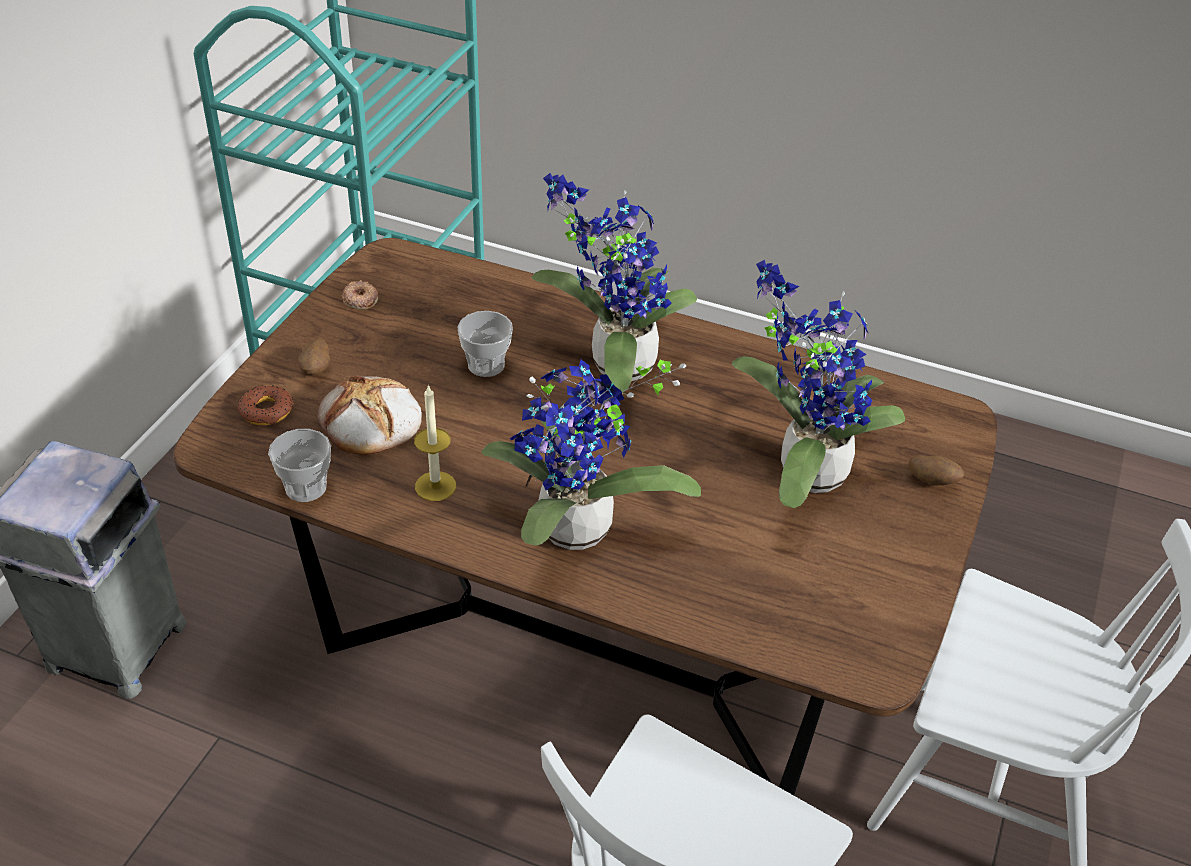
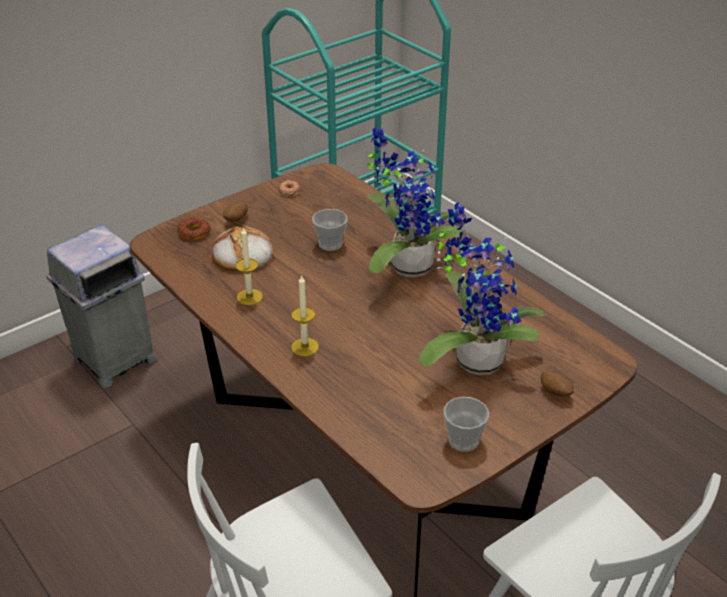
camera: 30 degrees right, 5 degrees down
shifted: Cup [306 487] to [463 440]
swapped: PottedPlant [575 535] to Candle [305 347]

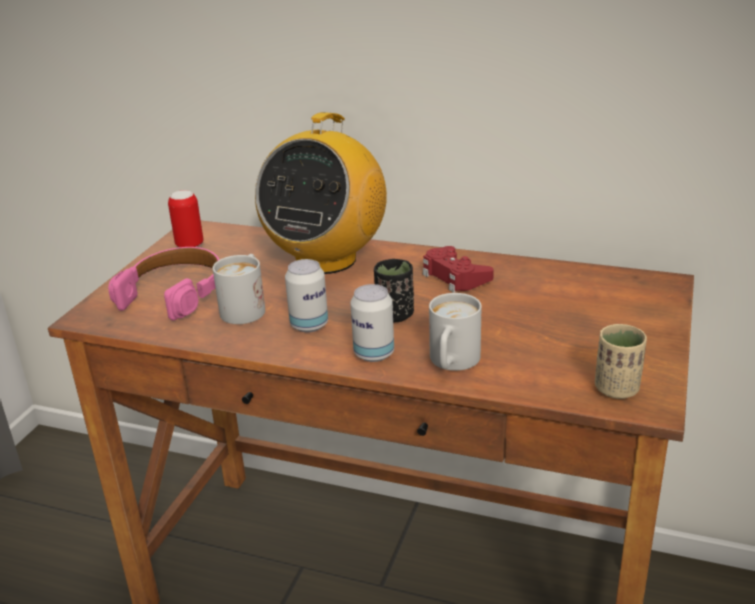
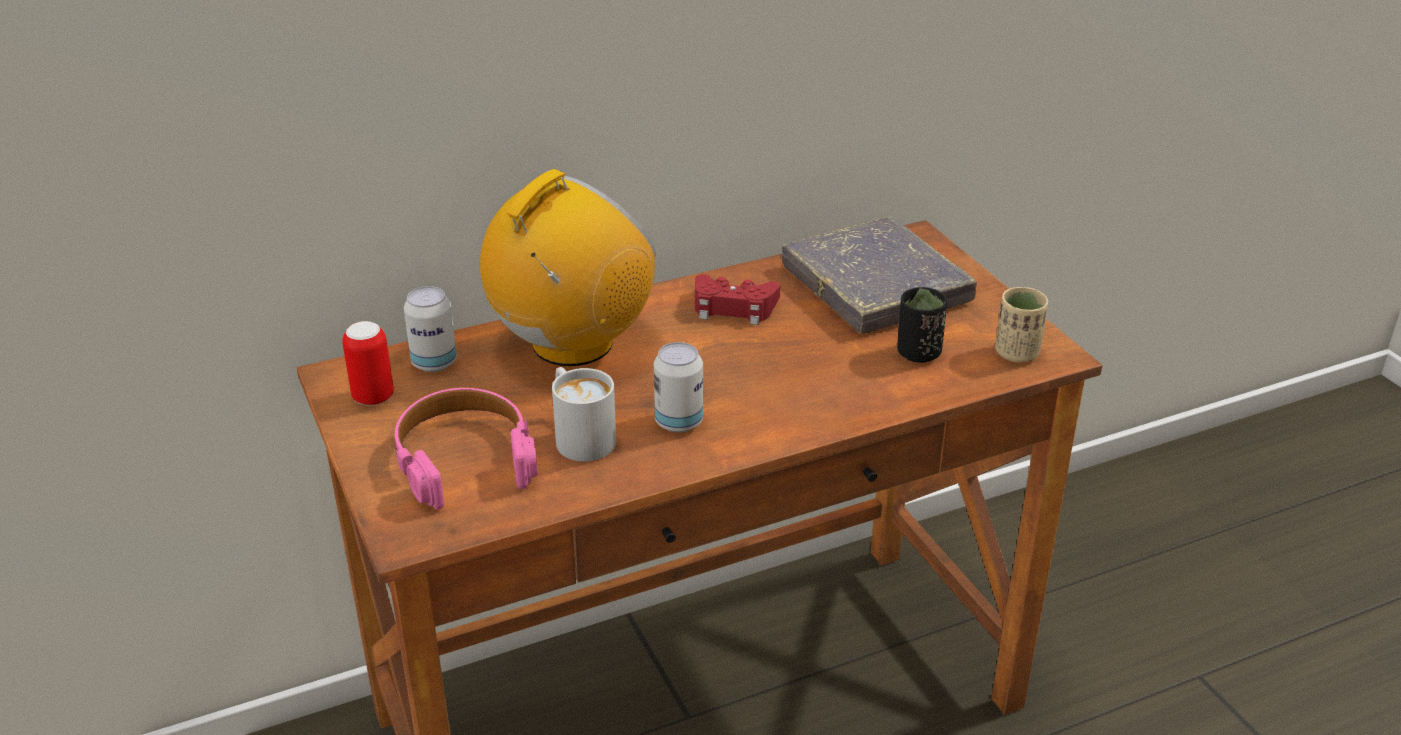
camera: 45 degrees left, 5 degrees up
gone: WhiteMug [452 363]
new: GreyBook [875 285]
shifted: Can [374 354] to [434 363]; BlackCup [395 315] to [918 353]
rotated: Radio [326 259] = [571 344] 120 degrees counterclockwise

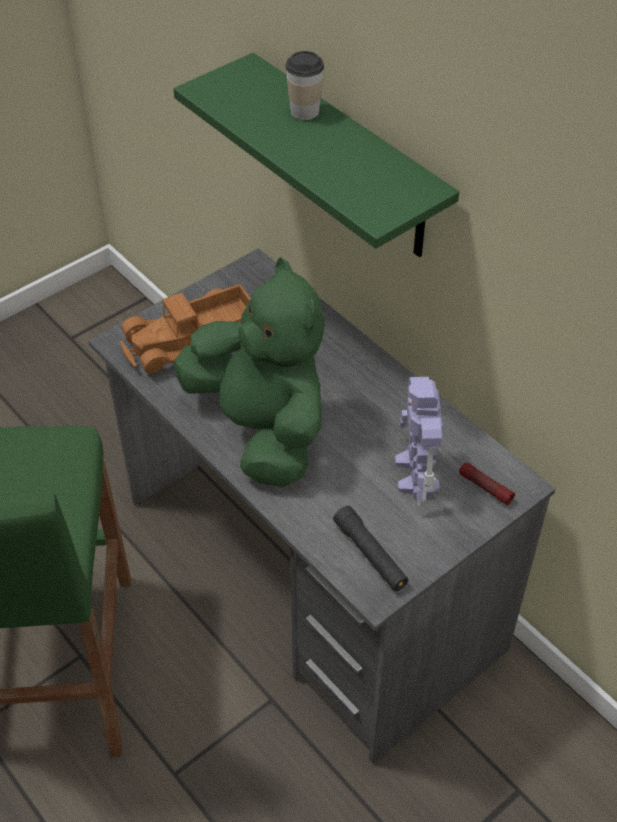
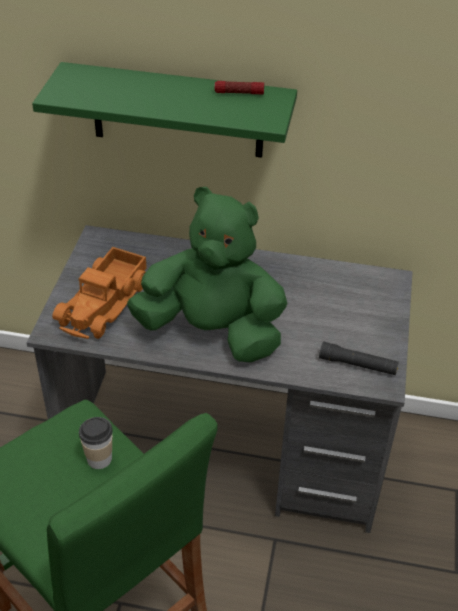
camera: 40 degrees left, 5 degrees down
gone: ToyRobot [417 475]
shifted: Cup [304 111] to [99 459]; Flashlight [485 488] to [239 93]

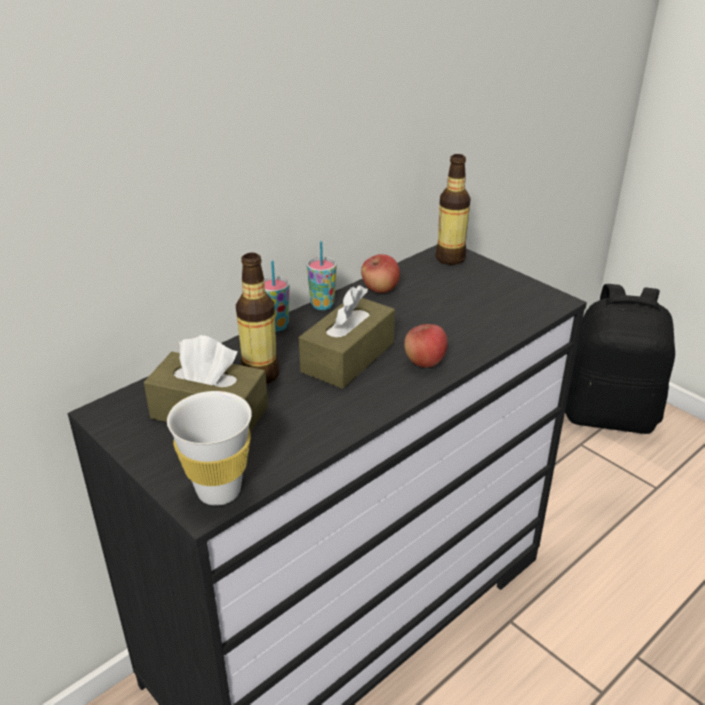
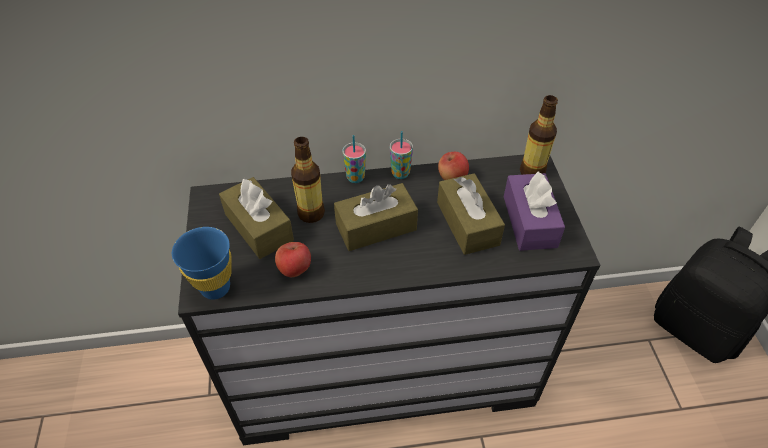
camera: 35 degrees right, 15 degrees up
new: BrownTissueBox [467 223]; PurpleTissueBox [529 221]
shifted: Apple [425 362] to [295 269]
repainted: WhiteCup [219 491] to BlueCup [215 288]

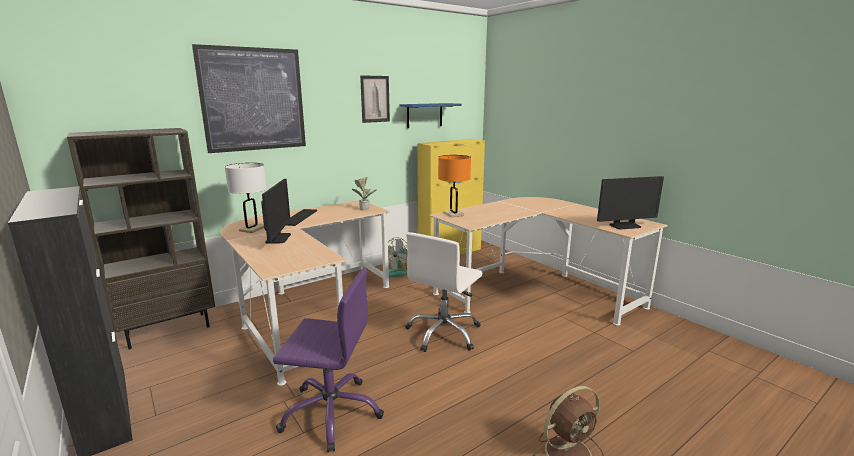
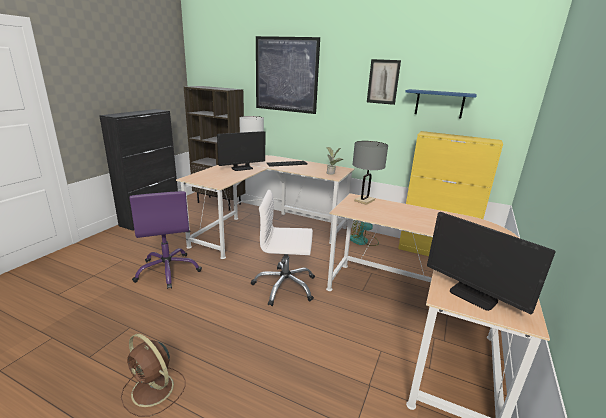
camera: 60 degrees right, 5 degrees up
repainted: OrangeTableLamp [453 214] to GreyTableLamp [364 200]

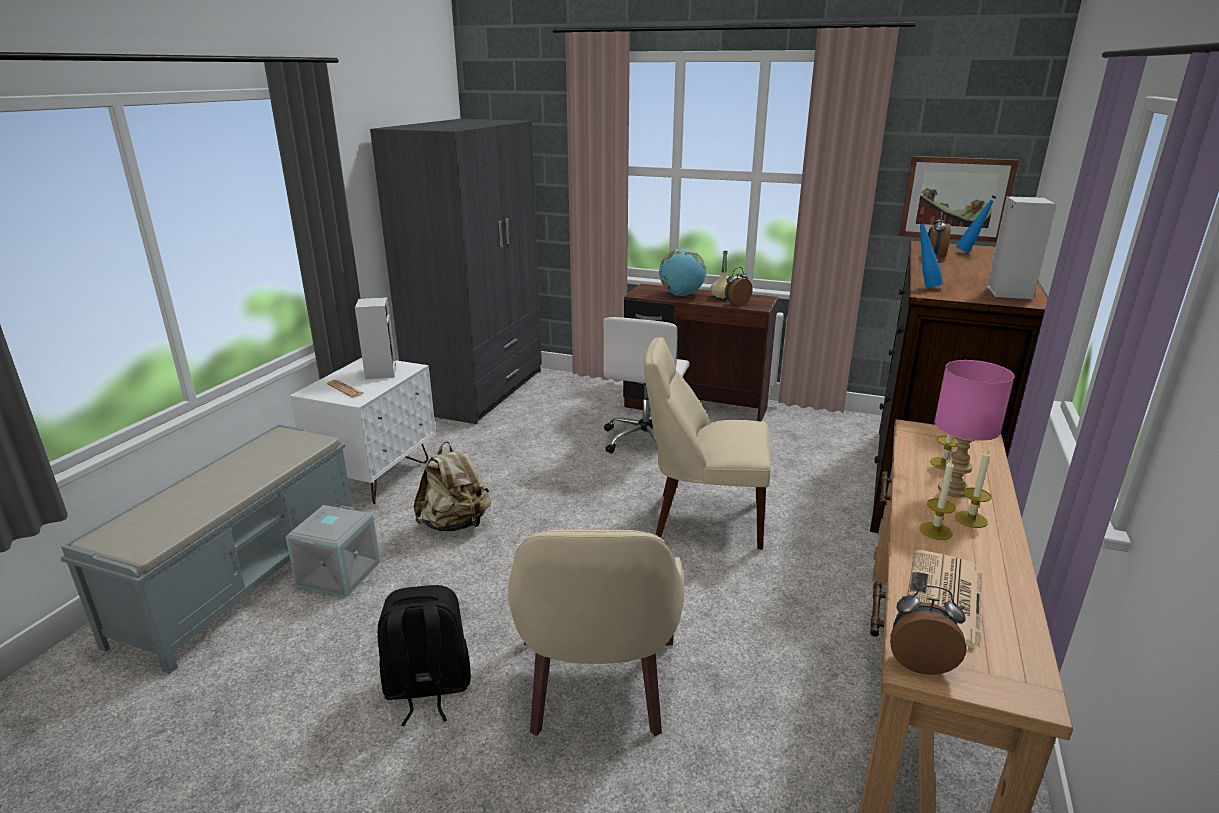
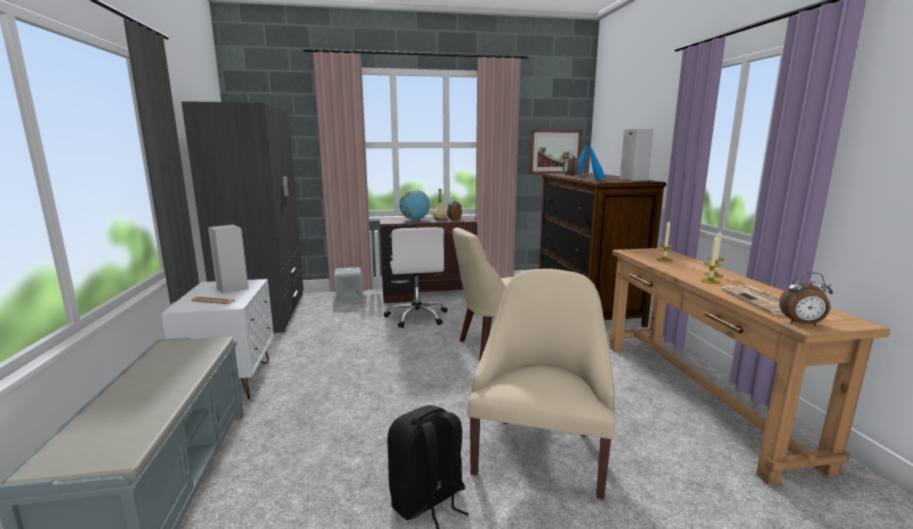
camera: 30 degrees left, 10 degrees down
gone: BeigeBackpack [455 524]; PinkTableLamp [951 490]
shifted: GreyStorageBox [340 574] to [350 296]
rotated: BeigeArmchair [596 686] = [540 452] 135 degrees counterclockwise; AlarmClock [920 661] = [802 324] 150 degrees counterclockwise

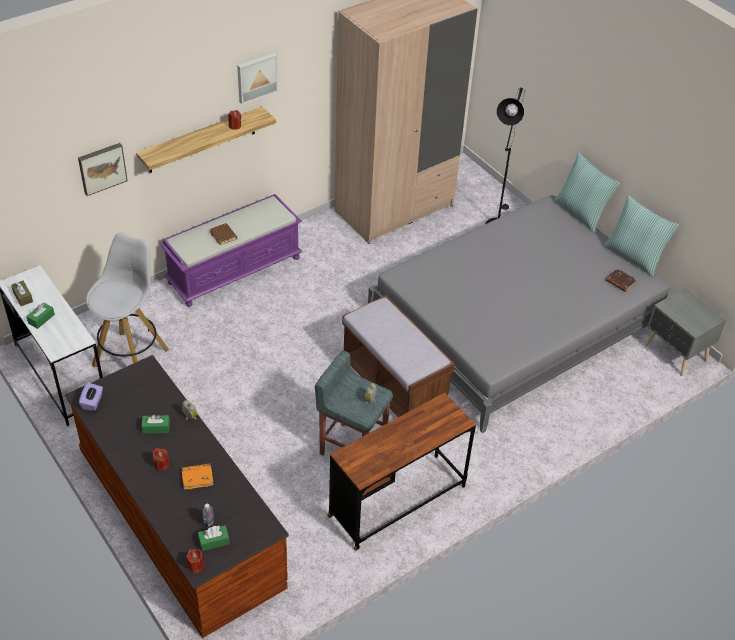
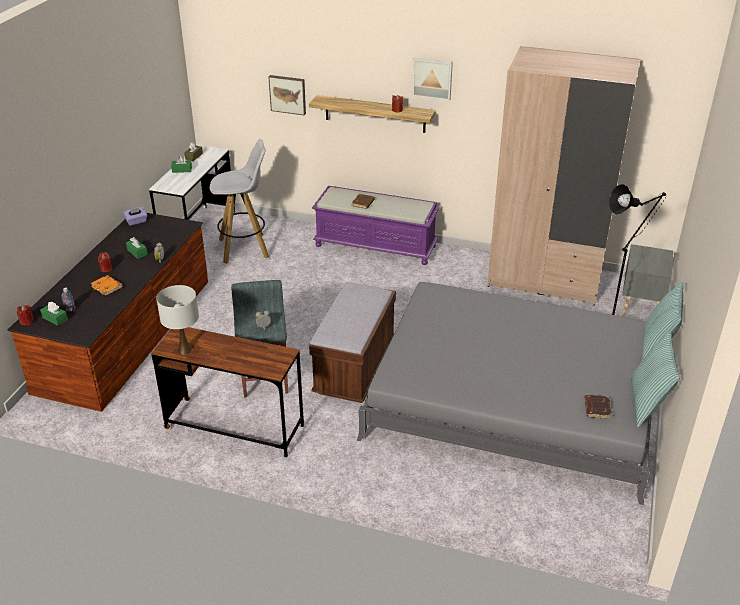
camera: 55 degrees right, 10 degrees down
new: WhiteTableLamp [184 350]
shifted: GreyNightstand [675 354] to [640 306]

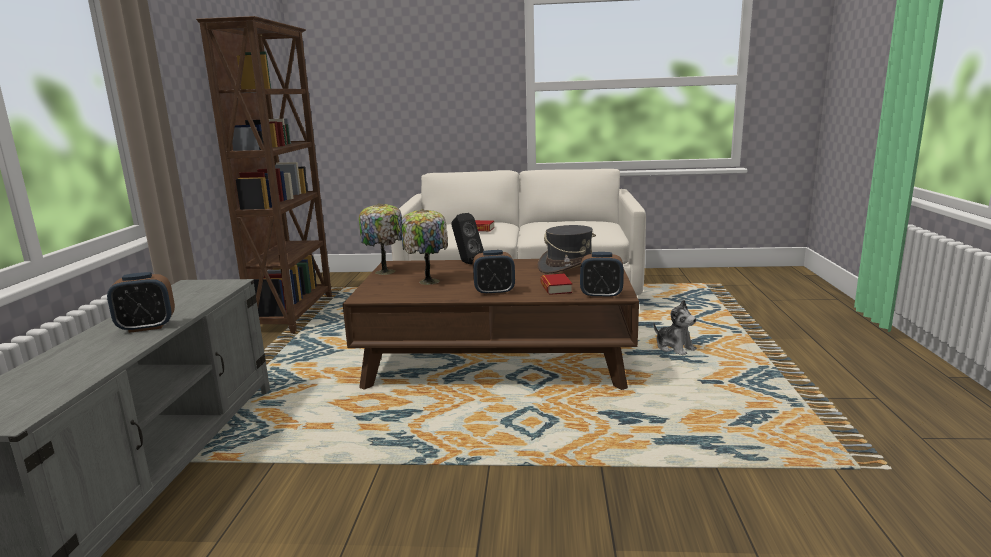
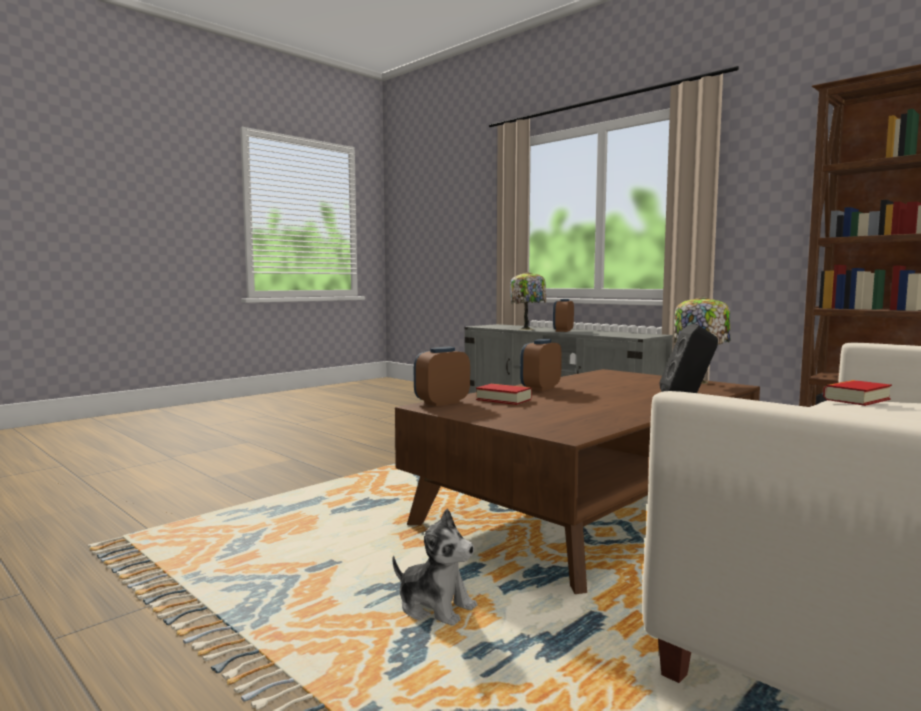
camera: 130 degrees right, 10 degrees down
gone: GreyHat [569 267]
shifted: TableLamp [427 281] to [527 329]
rotated: PlushToy [674 348] = [435 607] 150 degrees counterclockwise

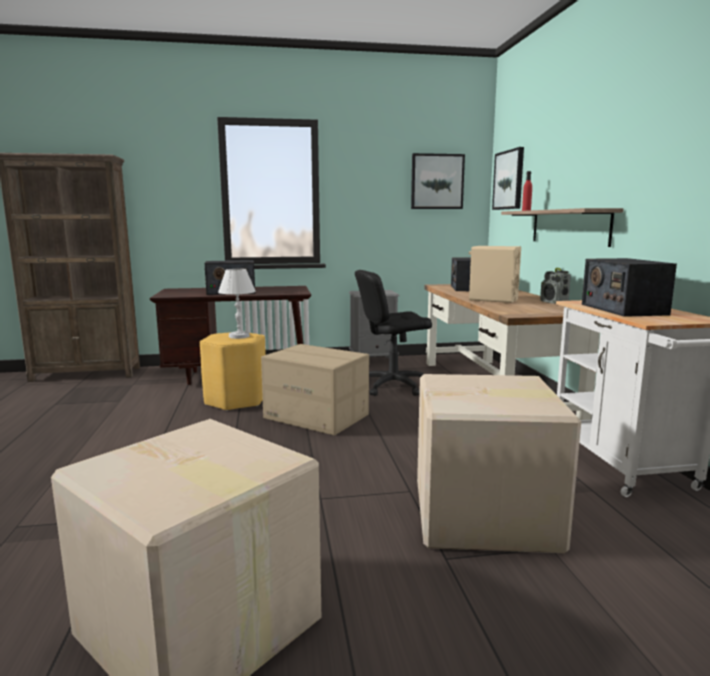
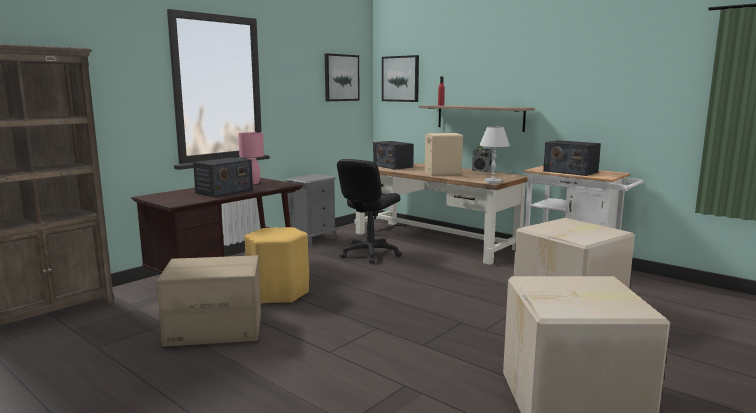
camera: 40 degrees left, 0 degrees up
new: PinkTableLamp [253 183]
shifted: WhiteTableLamp [239 336] to [493 182]; CardboardBox [317 416] to [215 329]

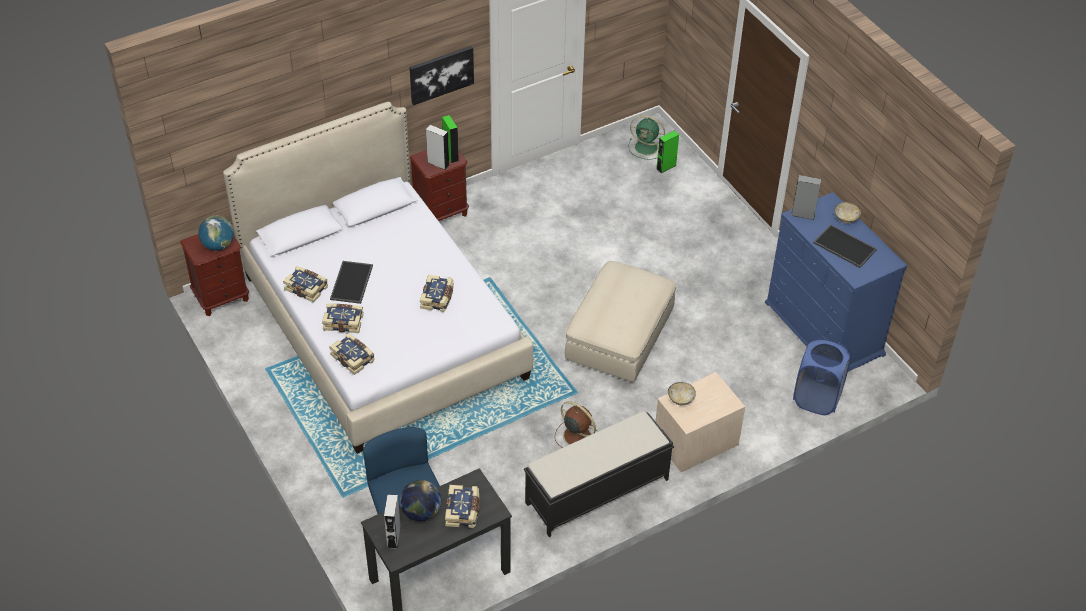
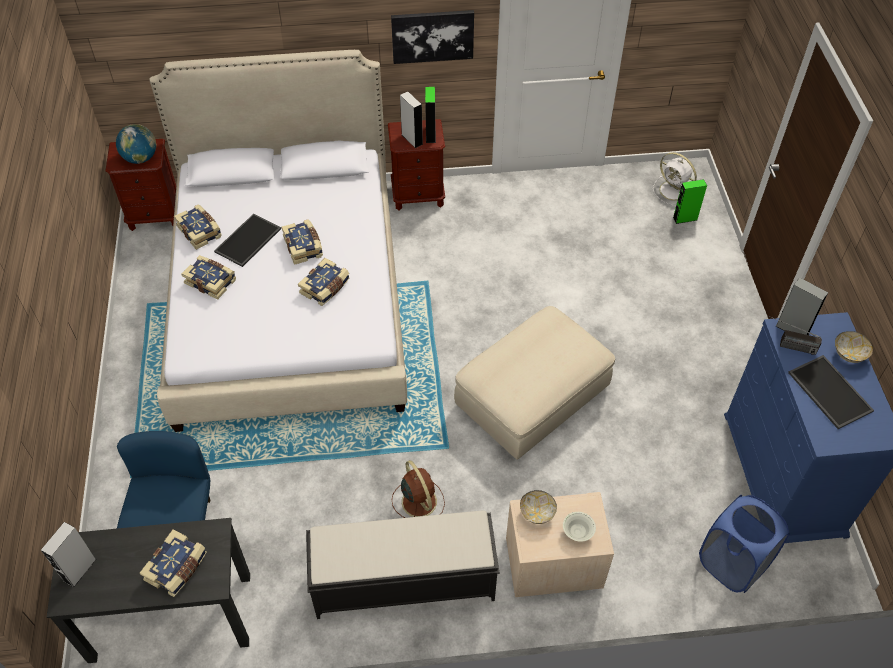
camera: 25 degrees right, 5 degrees up
gone: Globe [421 512]
new: WhiteBowl [577 532]; Radio [788 346]
shifted: Book [353 358] to [304 247]
repainted: GreenFan [647 147] to WhiteFan [674 191]

